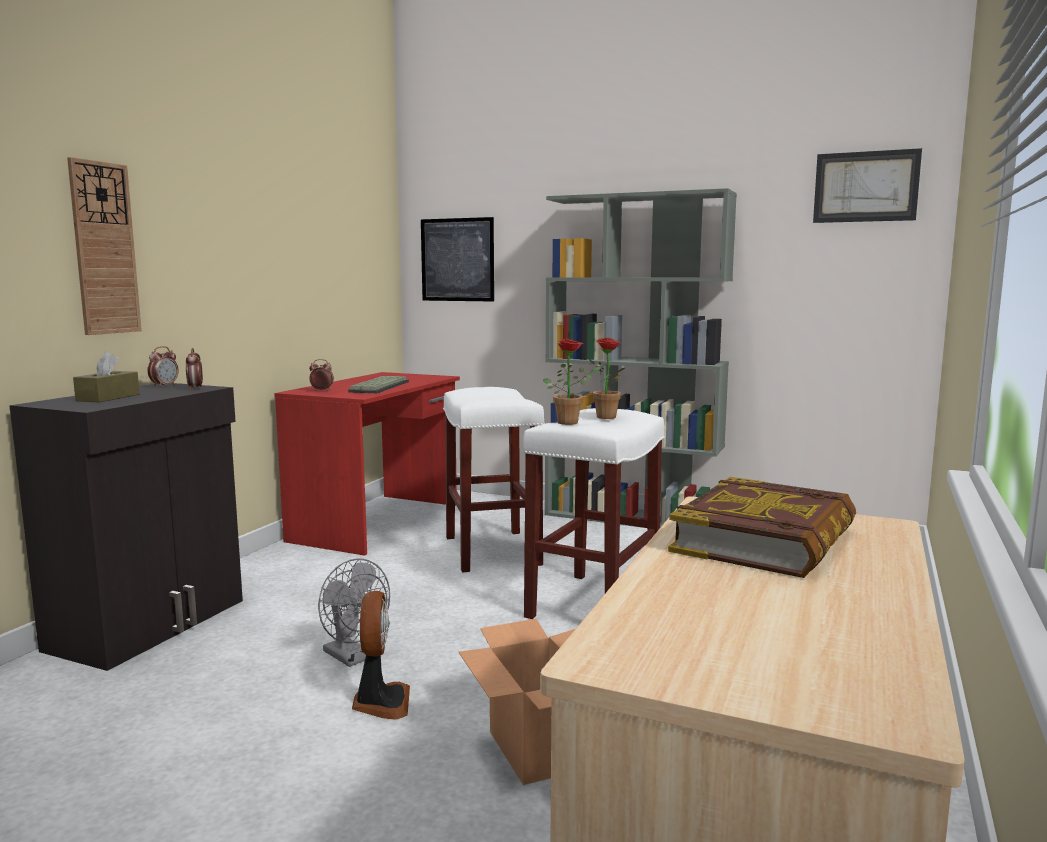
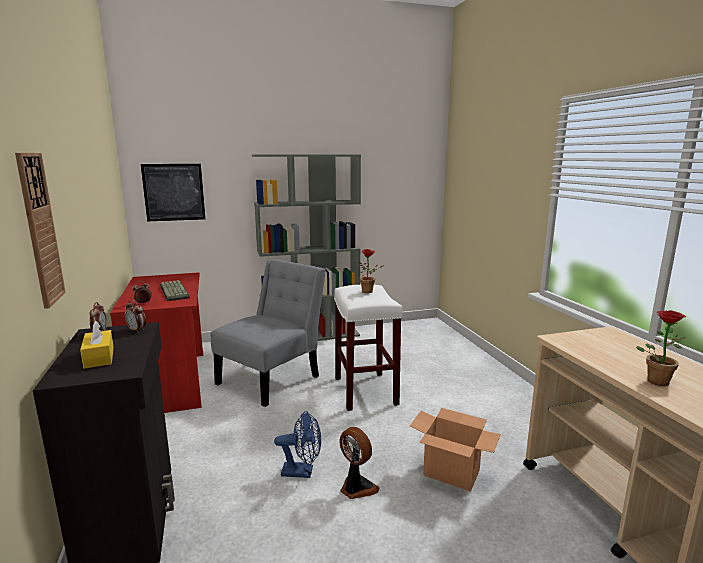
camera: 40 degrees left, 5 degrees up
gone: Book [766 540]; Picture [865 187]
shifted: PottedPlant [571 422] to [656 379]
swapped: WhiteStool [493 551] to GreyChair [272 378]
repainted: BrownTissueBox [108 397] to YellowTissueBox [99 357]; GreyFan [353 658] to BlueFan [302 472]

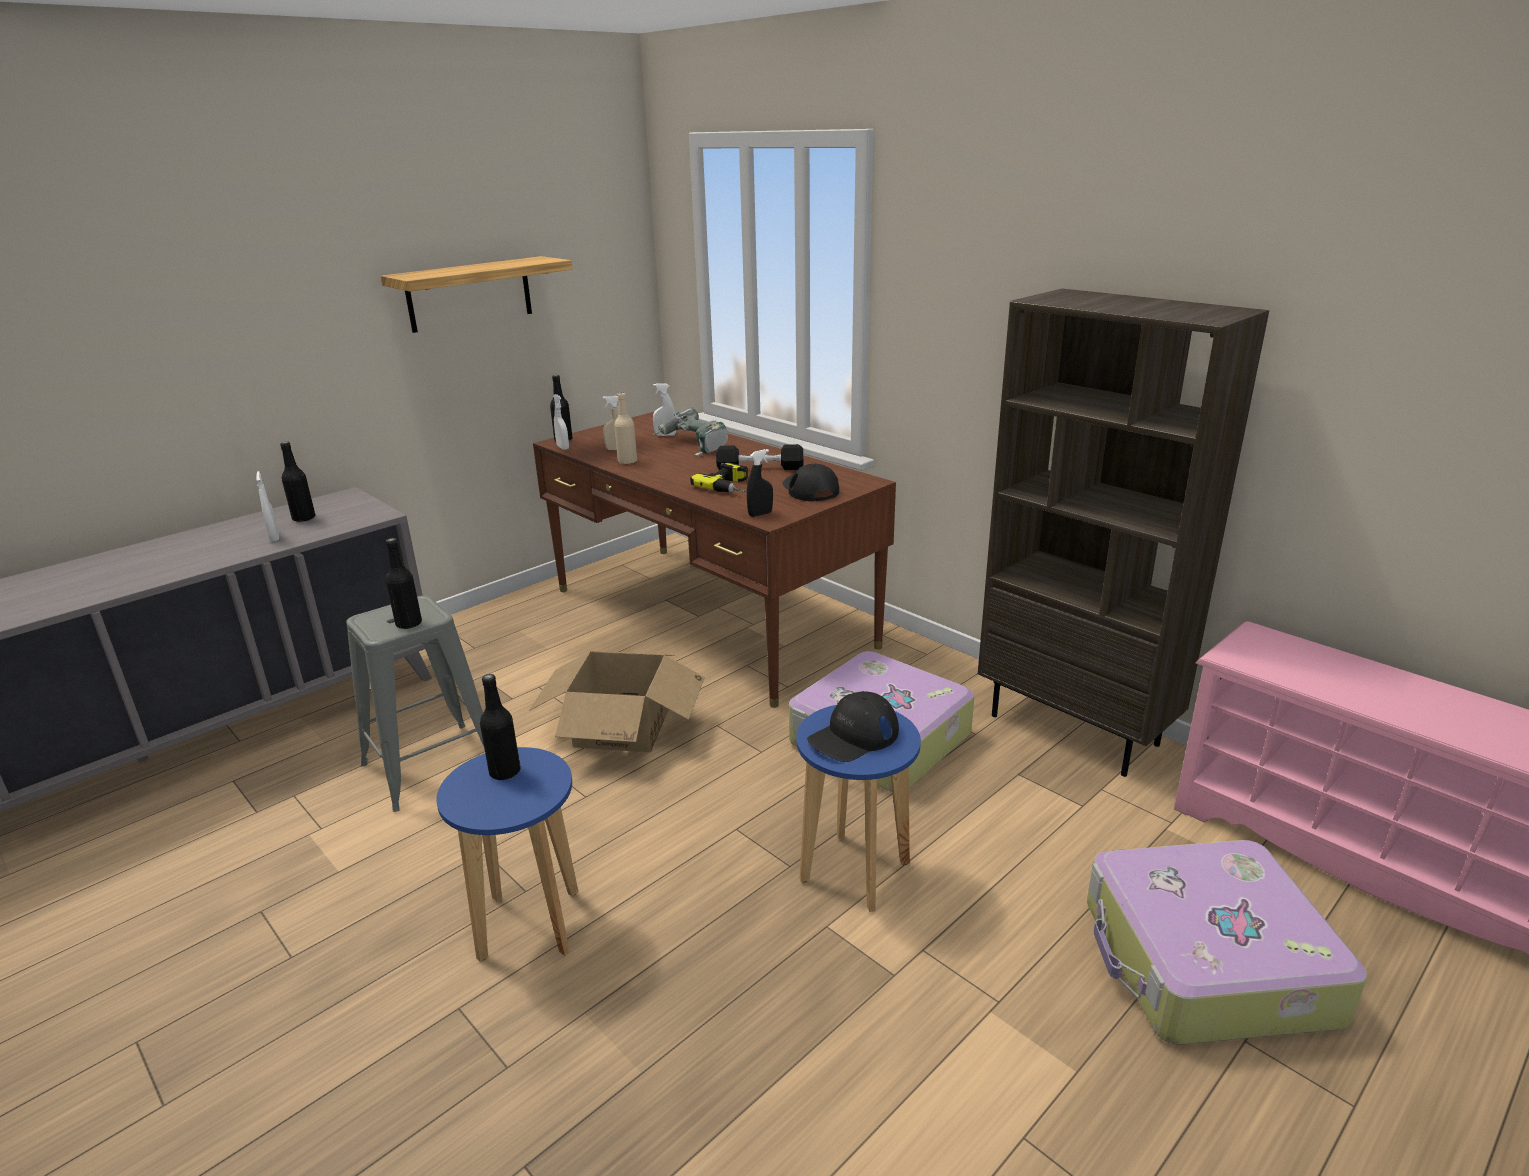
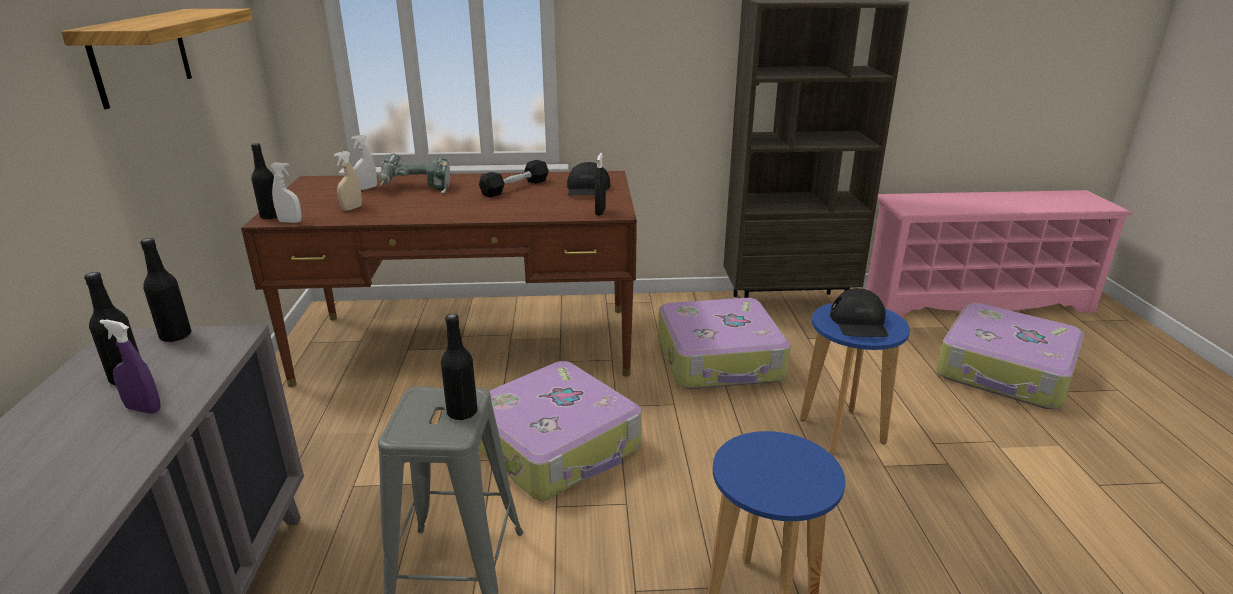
camera: 50 degrees left, 0 degrees up
gone: BeigeBottle [627 461]; PowerDrill [734 487]
shifted: BlackBottle [505 772] to [176 336]
swapped: CardboardBox [623 727] to Suitcase [557 445]
repainted: WhiteSprayBottle [275 537] to PurpleSprayBottle [143 409]
rotated: BlackCap [810 489] = [587 189] 105 degrees counterclockwise

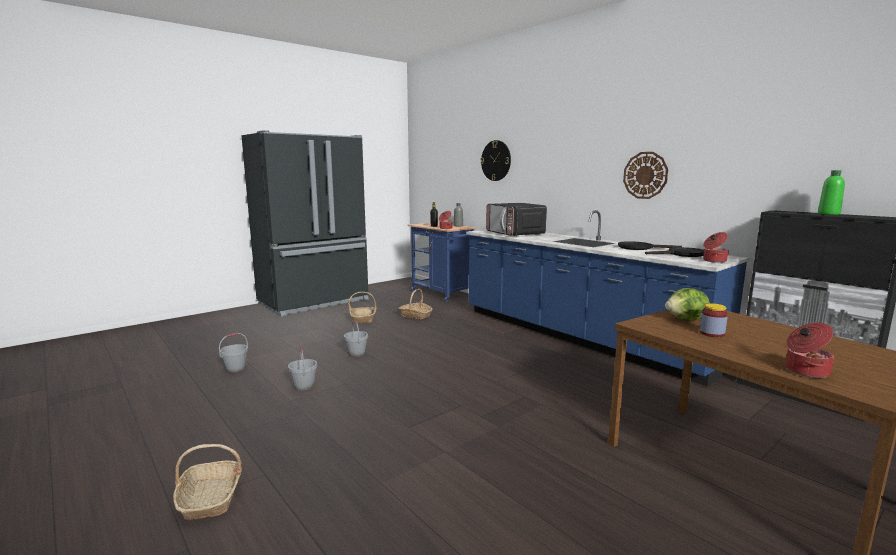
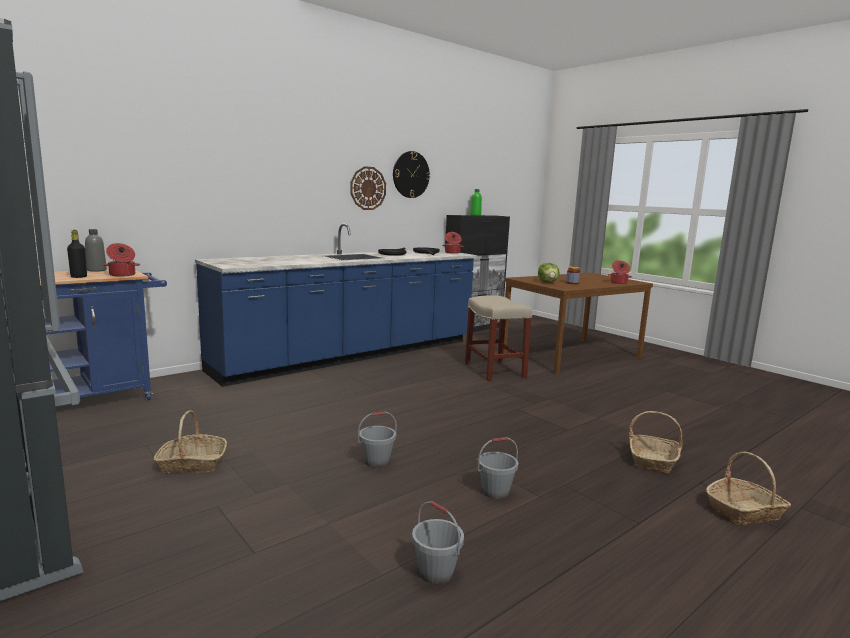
camera: 90 degrees left, 0 degrees up
gone: Microwave [515 233]
new: BeigeStool [494 370]
shifted: Basket [415 315] to [653 460]; WallClock [496 160] to [411 174]

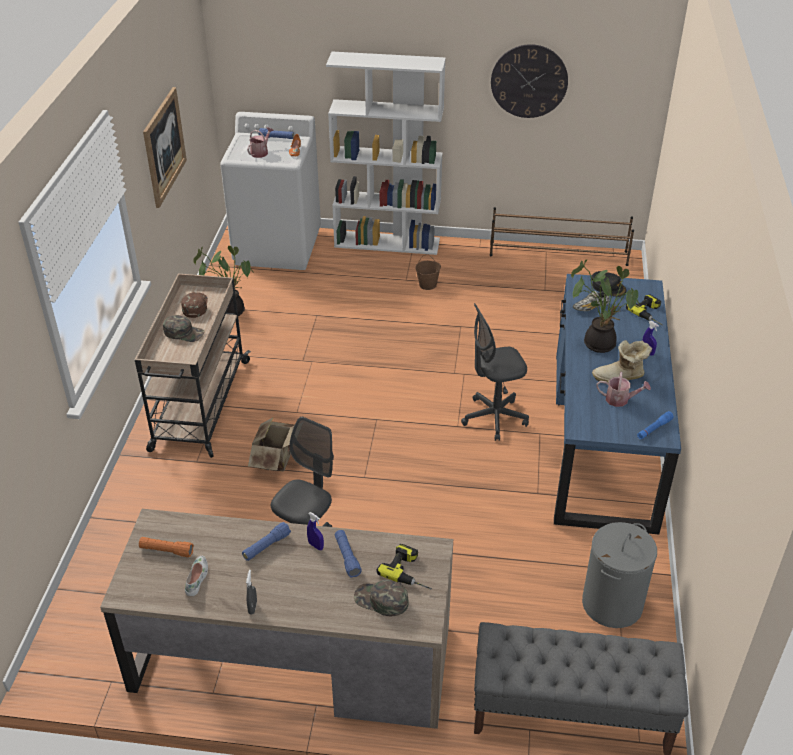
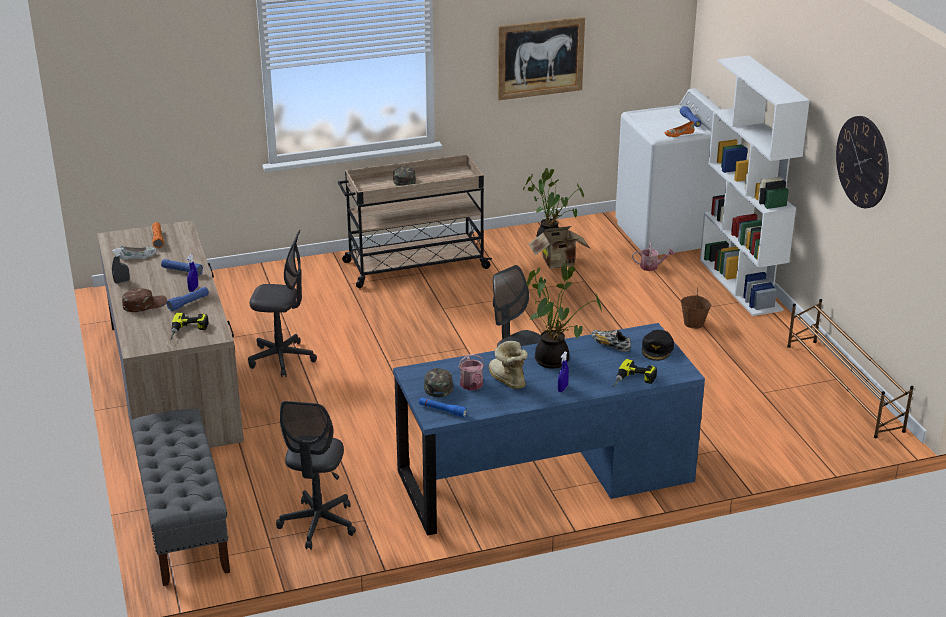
camera: 65 degrees right, 10 degrees down
shifted: BrownCap [195 306] to [144 304]; WateringCan [261 152] to [651 267]; CardboardBox [277 459] to [560 263]; GreenCap [381 600] to [437 384]
swapped: GreyLaundryBasket [612 604] to GreyOfficeChair [318 524]

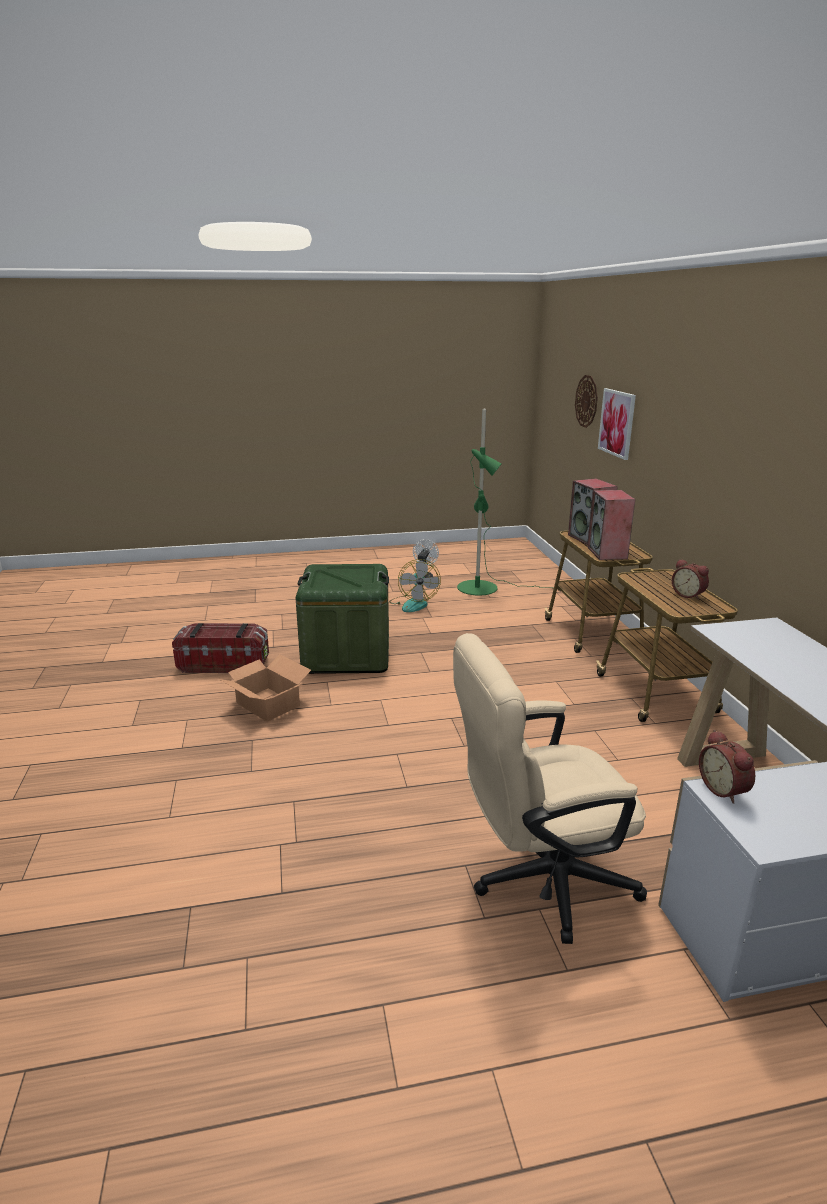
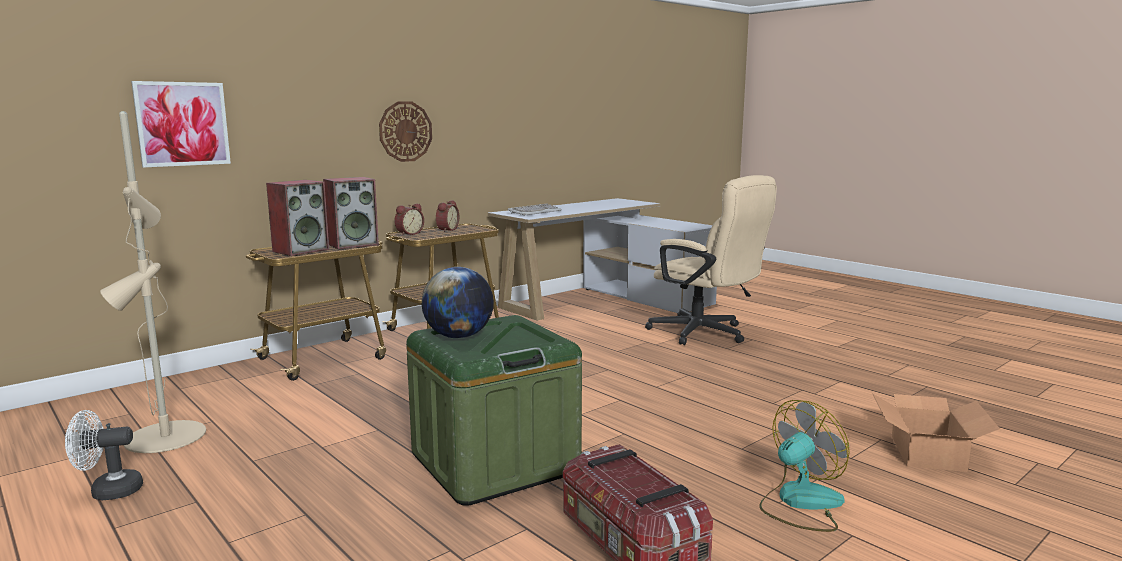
camera: 120 degrees left, 10 degrees down
new: Globe [459 336]; Keyboard [534 212]
shifted: CardboardBox [267 705] to [928 453]; Fan [413 603] to [800 503]; WallClock [586 401] to [405 131]; AlarmClock [724 789] to [409 234]
repainted: GreenFloorLamp [486 588] to BeigeFloorLamp [164 431]

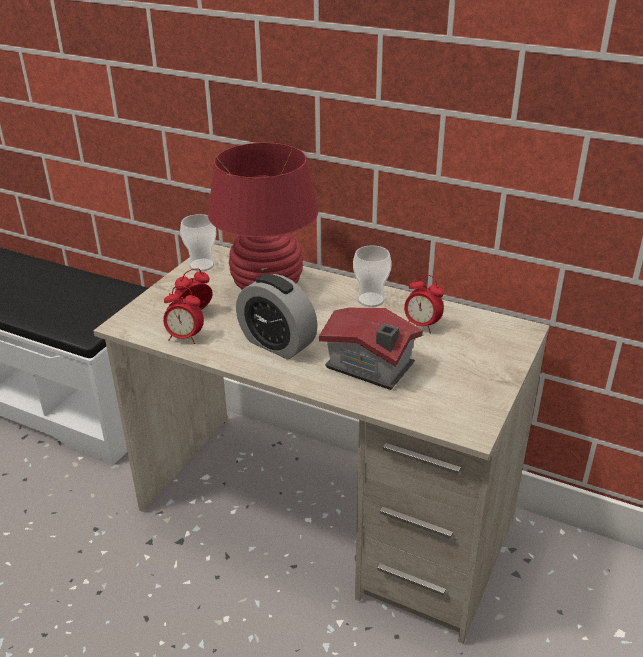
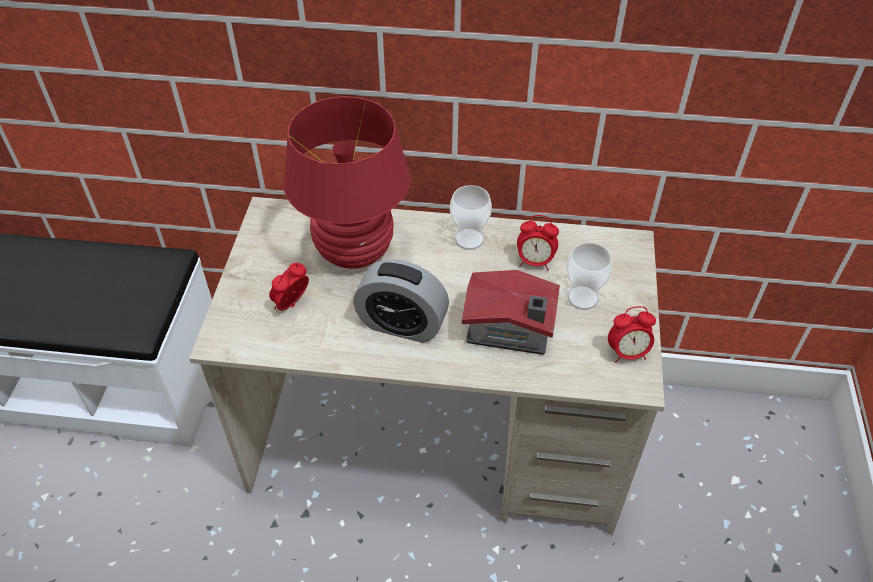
camera: 20 degrees left, 15 degrees up
shifted: AlarmClock [185 338] to [627 353]; Cup [202 265] to [582 298]

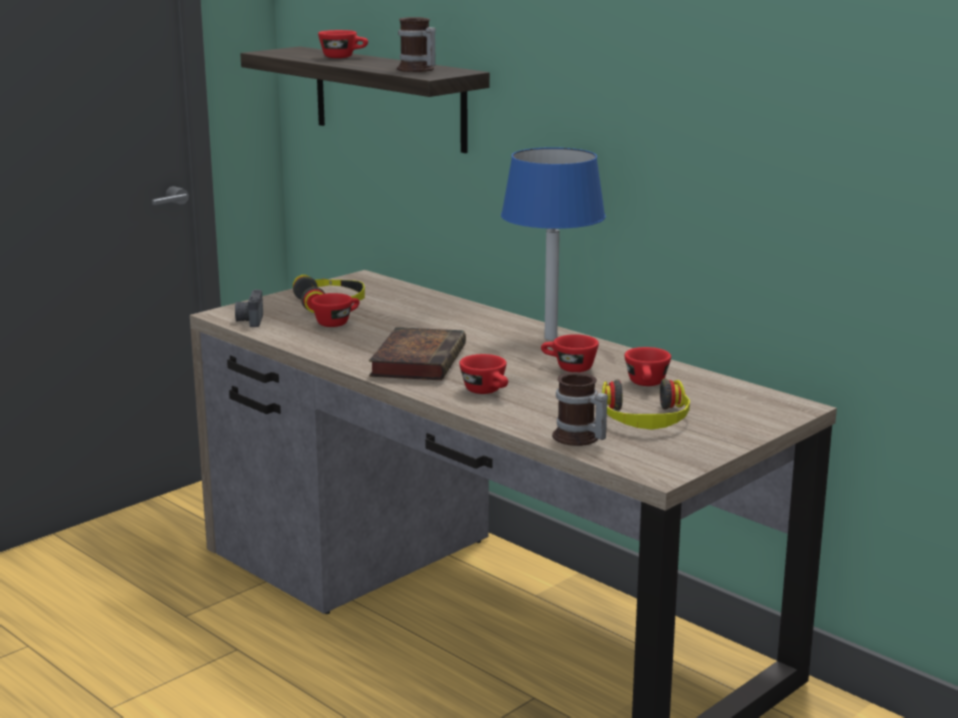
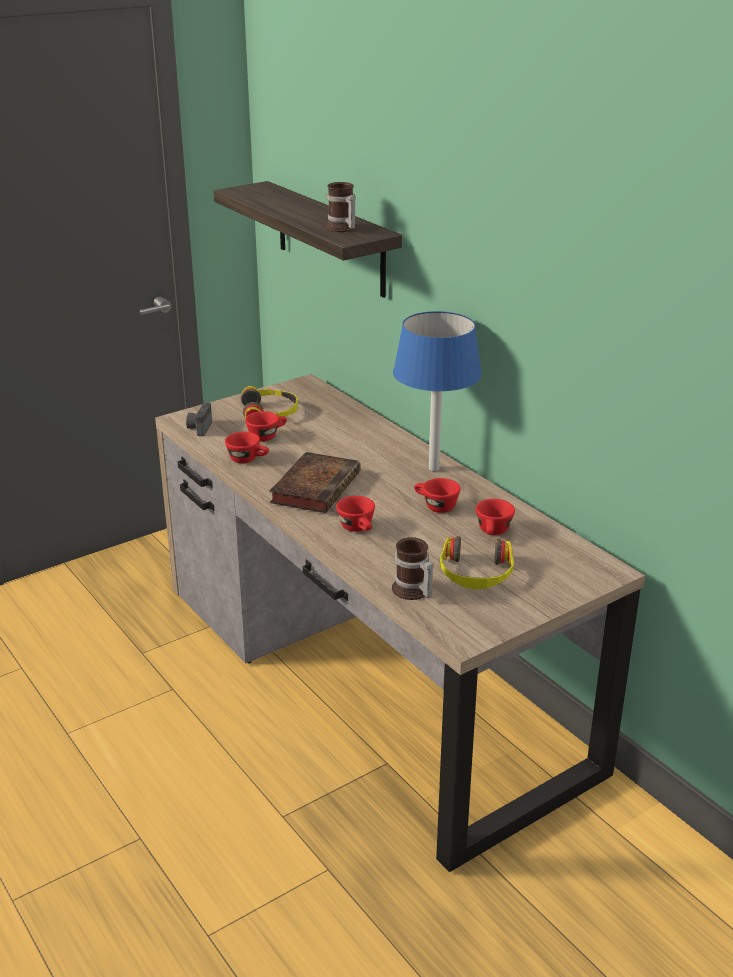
camera: 10 degrees right, 10 degrees up
shifted: RedCup [344 57] to [248 459]

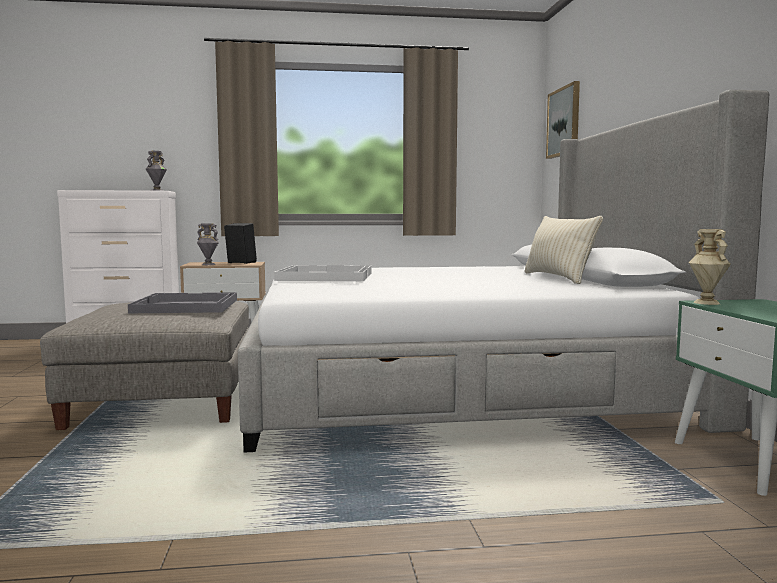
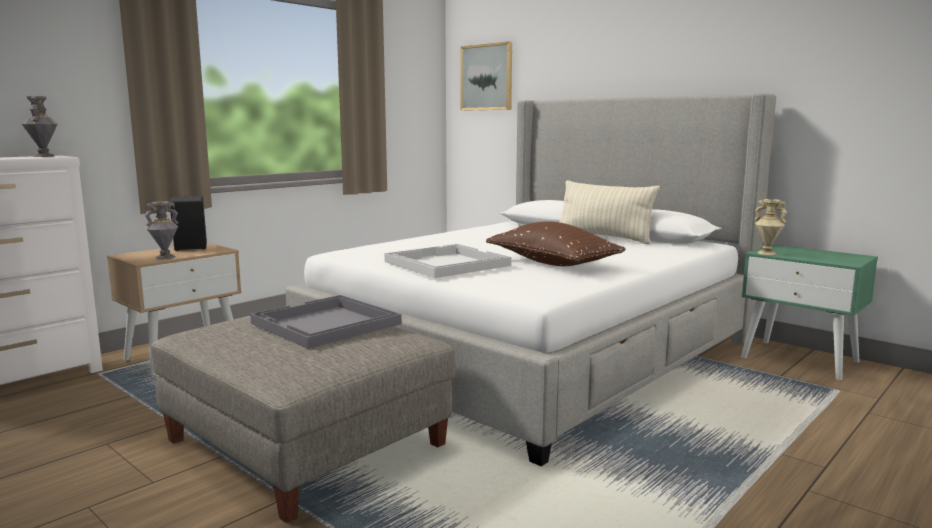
camera: 40 degrees left, 5 degrees up
new: BrownPillow [552 263]

